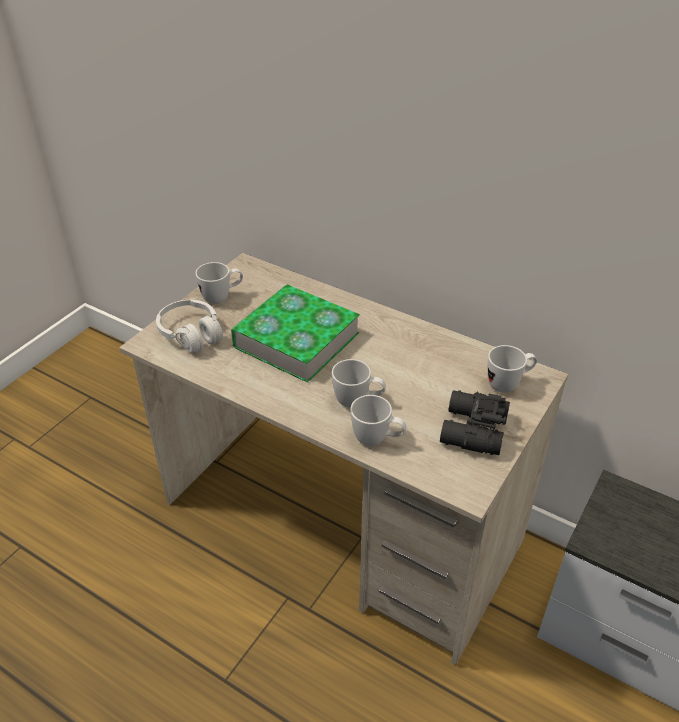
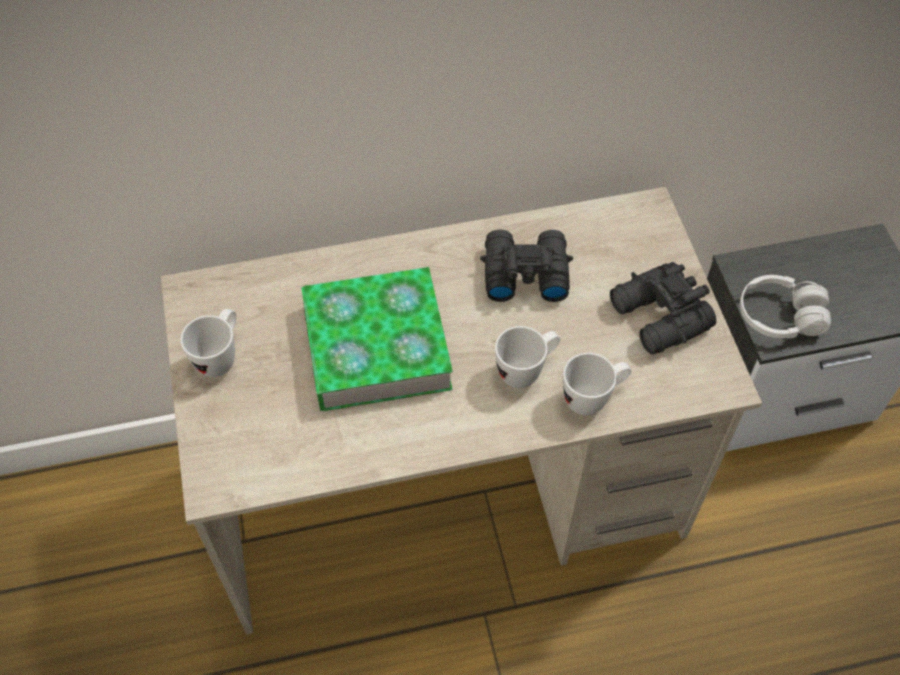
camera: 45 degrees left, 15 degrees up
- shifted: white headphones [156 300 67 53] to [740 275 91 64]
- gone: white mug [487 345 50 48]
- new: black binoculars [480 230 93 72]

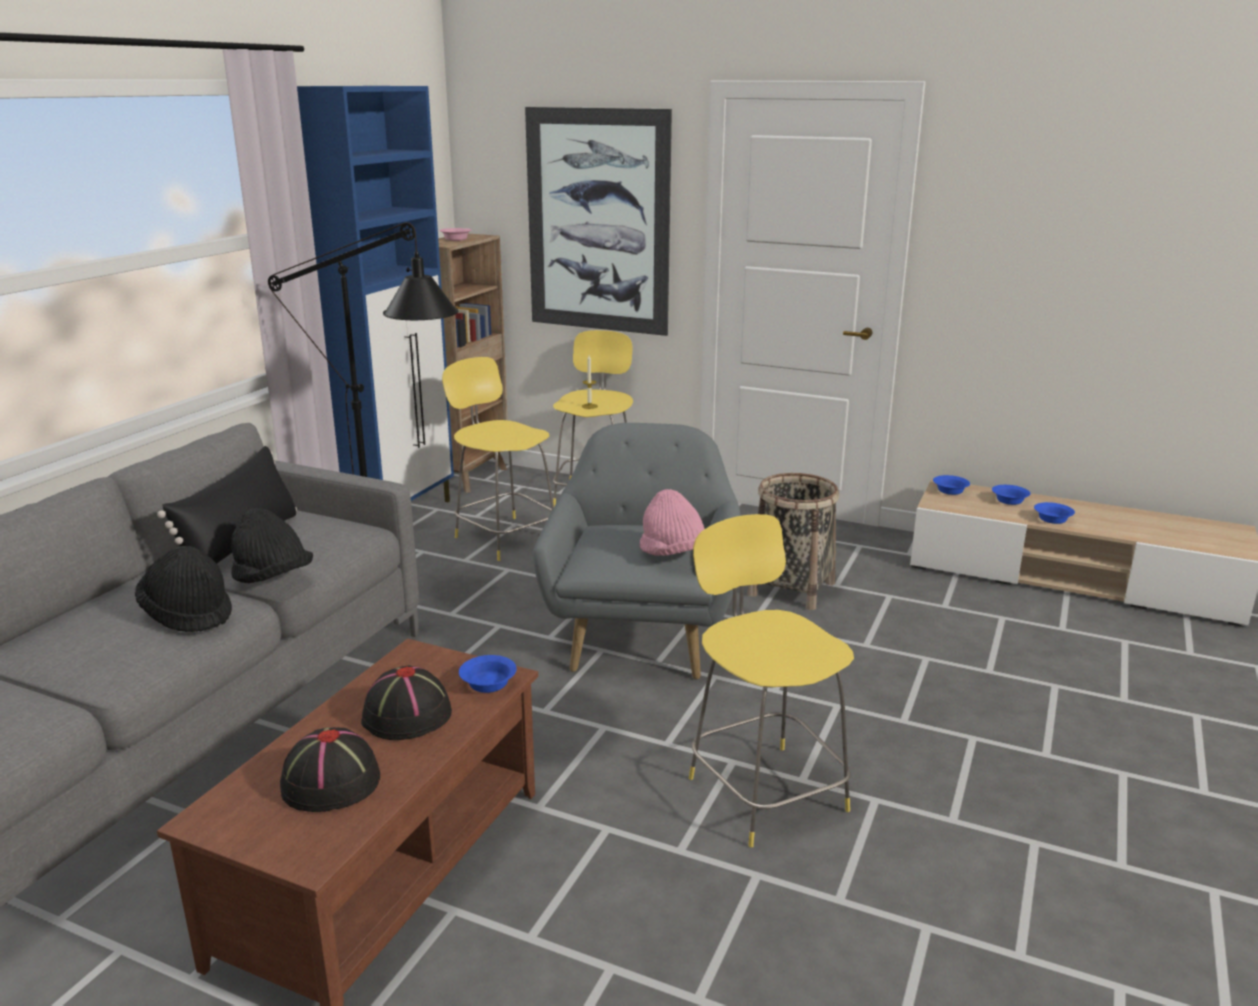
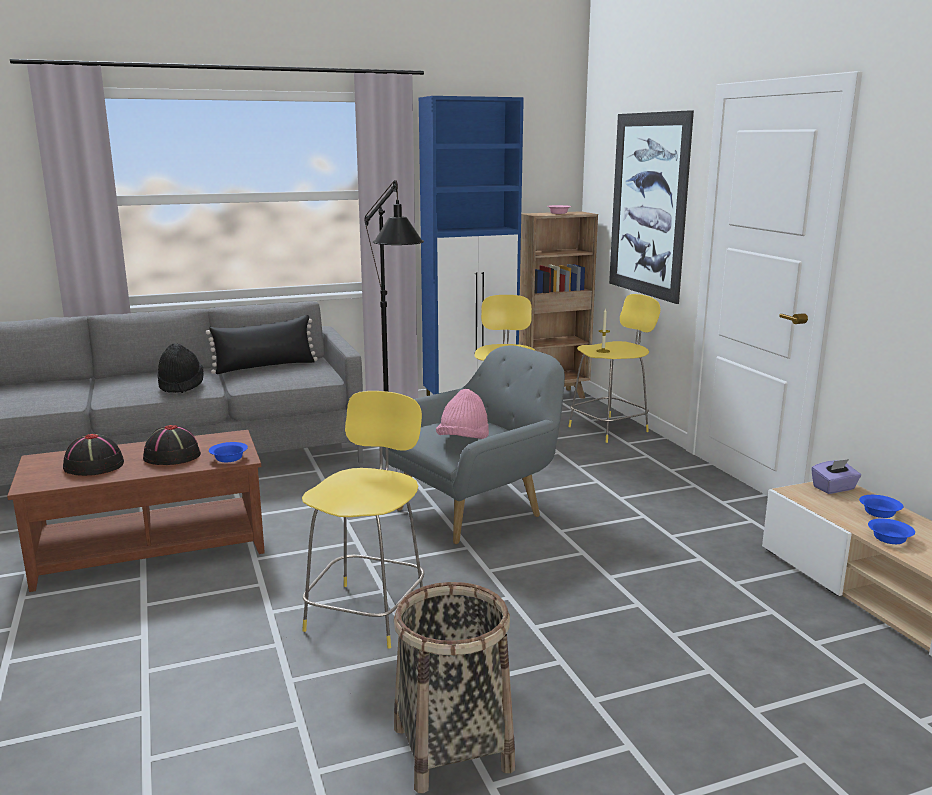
camera: 45 degrees right, 5 degrees down
- shifted: basket [747 473 92 137] to [394 582 121 211]
- swapped: blue bowl [933 475 37 20] to purple tissue box [811 459 50 35]
- gone: black hat [231 508 82 75]

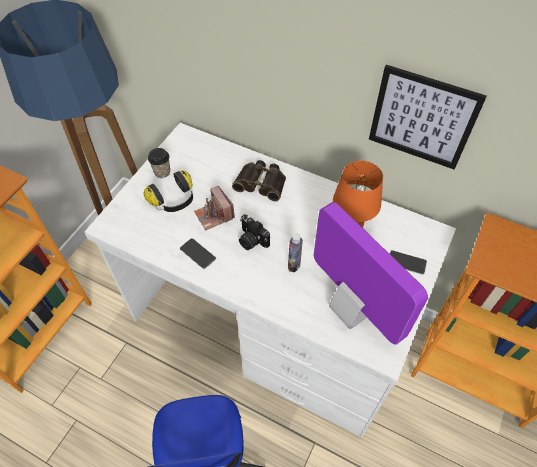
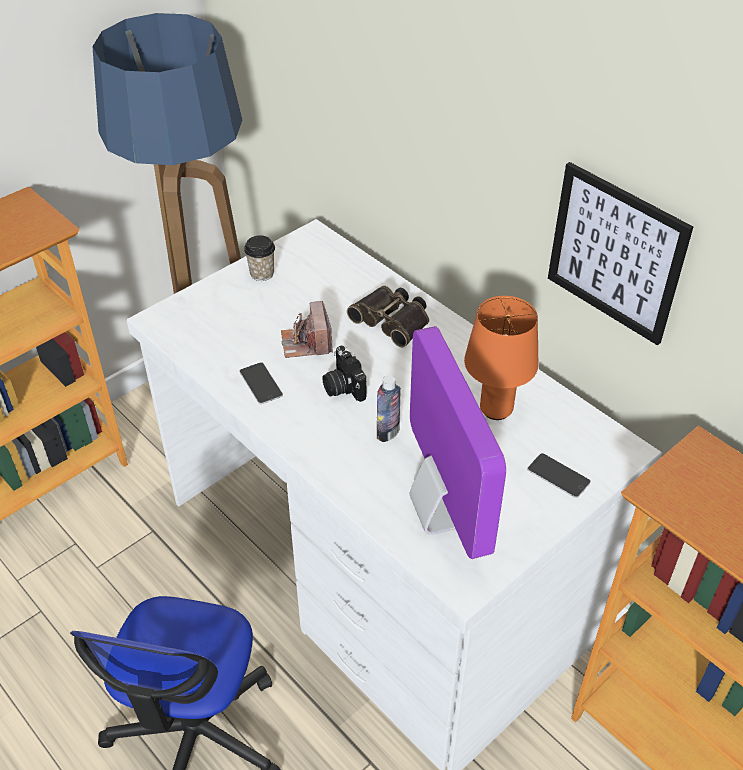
camera: 20 degrees right, 10 degrees down
- gone: headphones [143 171 50 41]

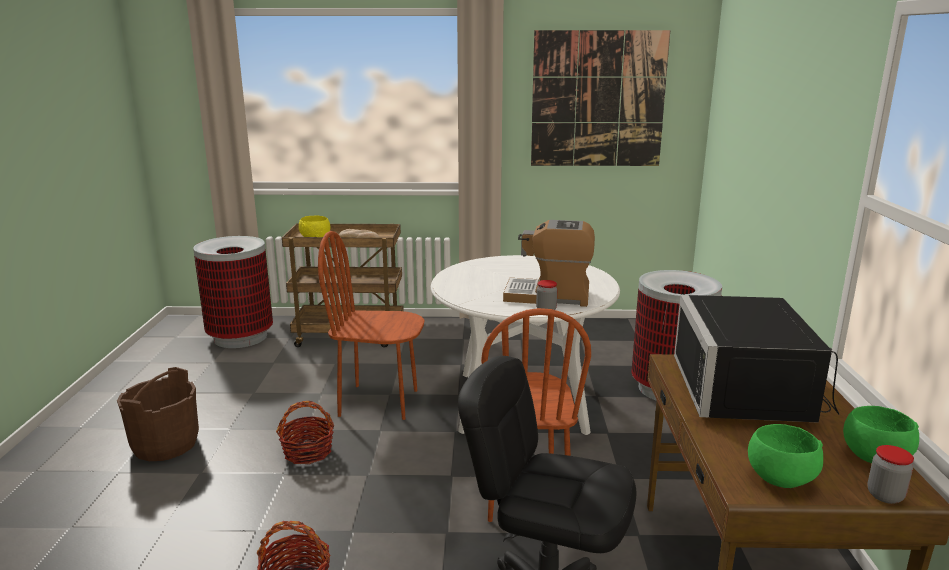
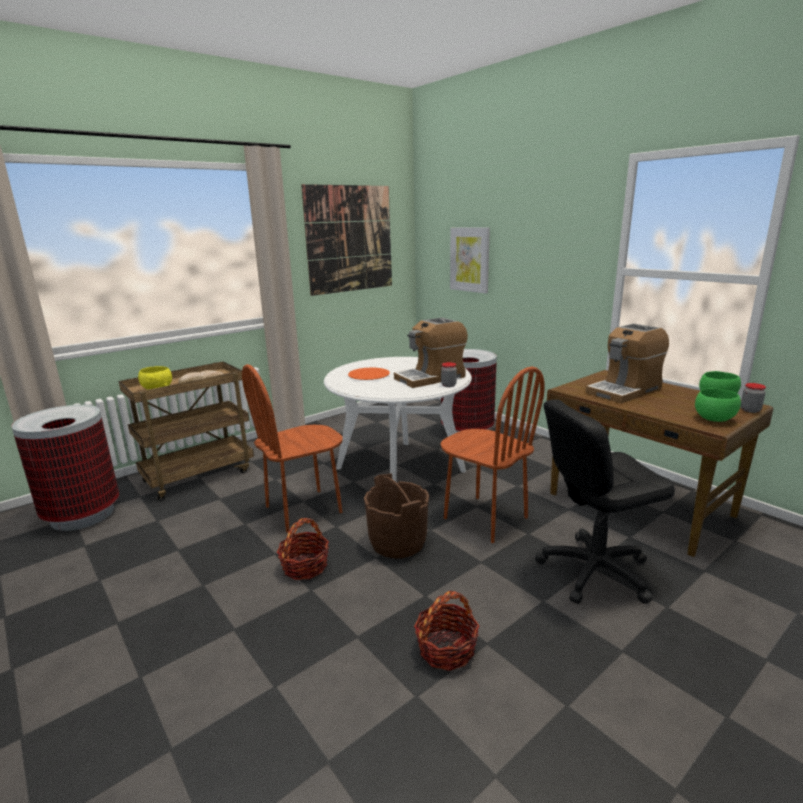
camera: 40 degrees left, 0 degrees up
- swapped: black microwave [674 295 166 128] to coffee machine [585 324 84 79]
- shifted: brown bucket [117 367 82 94] to [364 474 65 85]
- new: picture [450 227 40 66]
- new: orange plate [348 367 42 13]

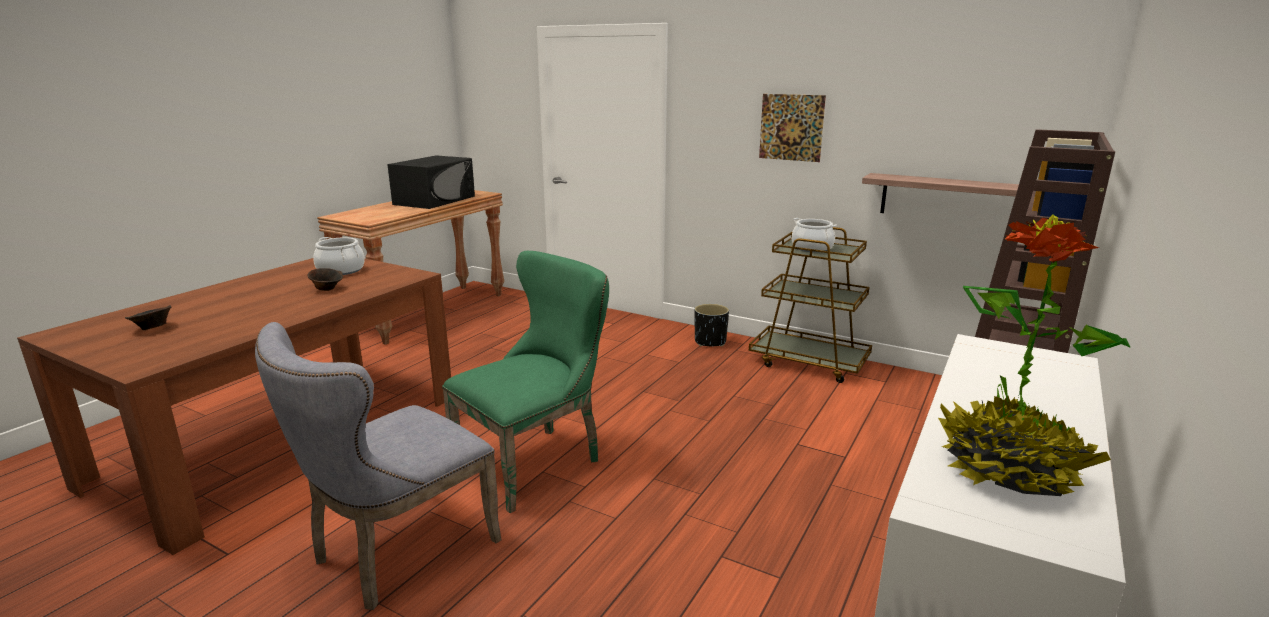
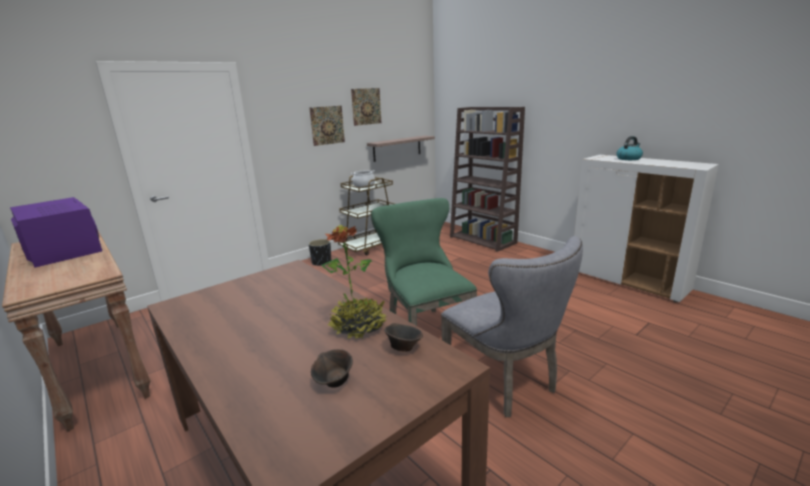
camera: 70 degrees left, 0 degrees up
- repainted: black microwave [387 155 88 54] to purple microwave [10 197 92 70]
- shifted: potted plant [938 214 193 282] to [321 225 65 114]
- gone: cooking pot [313 237 52 38]
- shifted: brown bowl [307 268 36 23] to [384 323 39 29]
- new: picture [351 88 31 38]
- new: kettle [617 136 26 24]

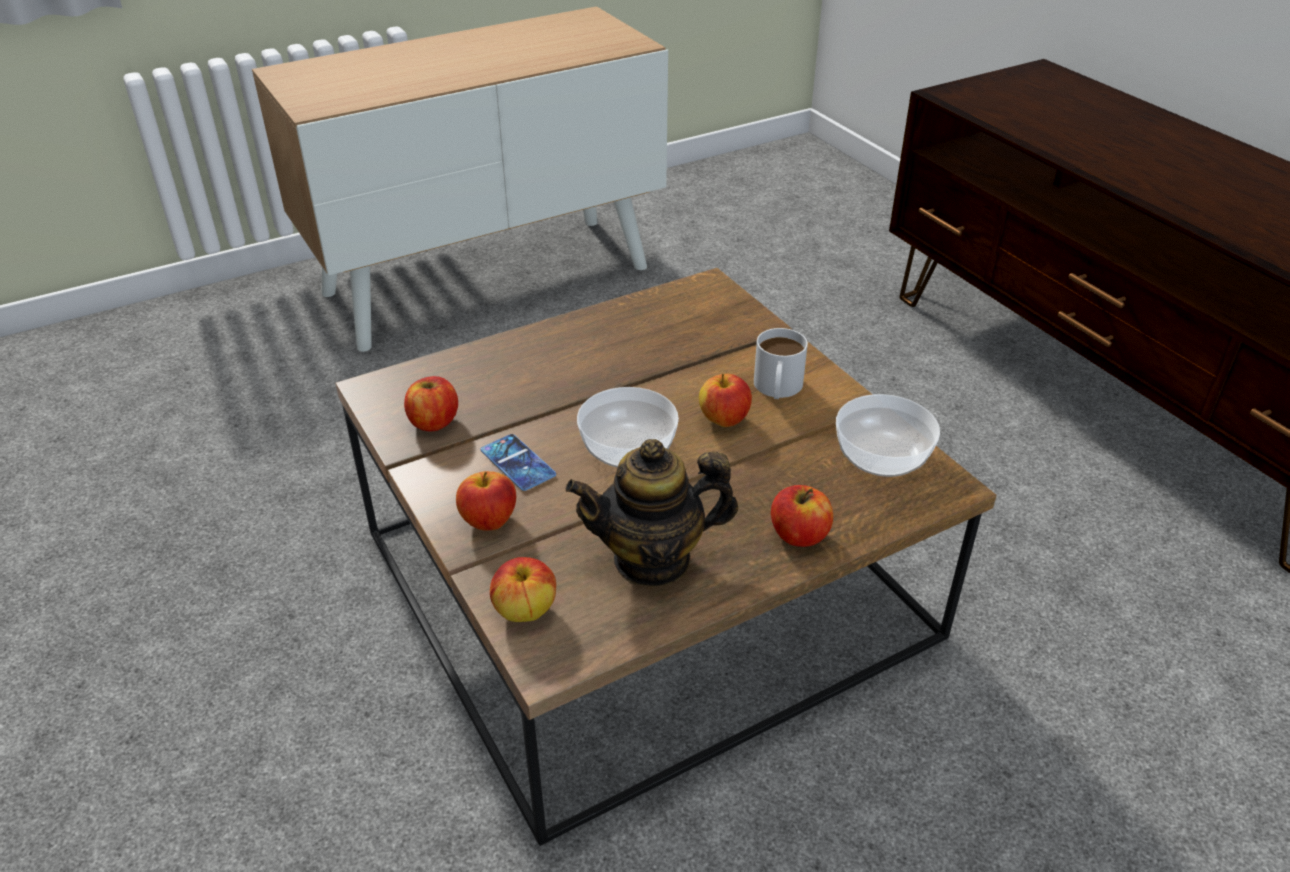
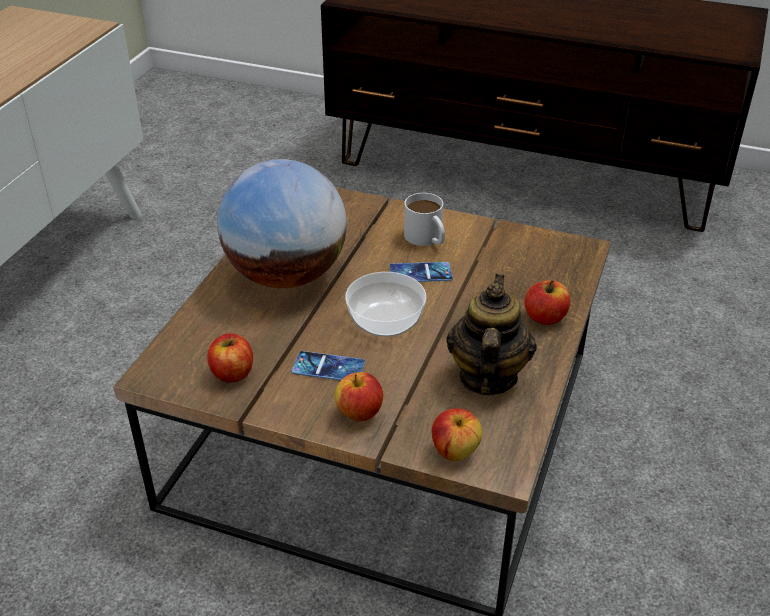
camera: 40 degrees left, 0 degrees up
- swapped: apple [699 374 53 53] to phone [389 262 64 20]
- gone: bowl [836 394 104 83]
- rotated: teapot [565 439 173 148] = [447 274 90 121] 150 degrees clockwise
- new: globe [217 159 130 129]

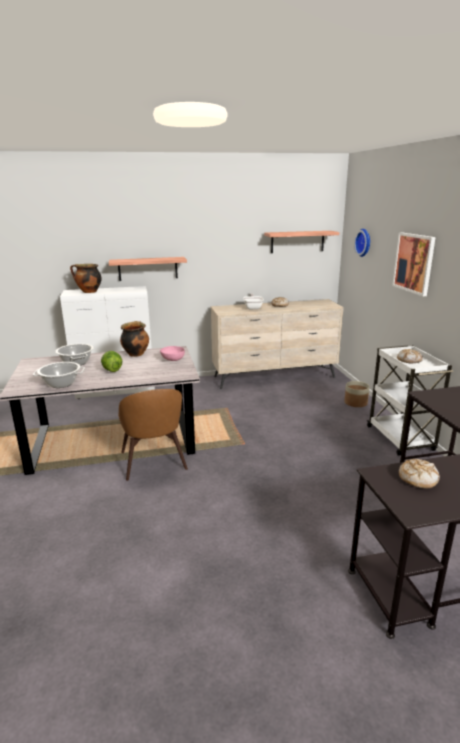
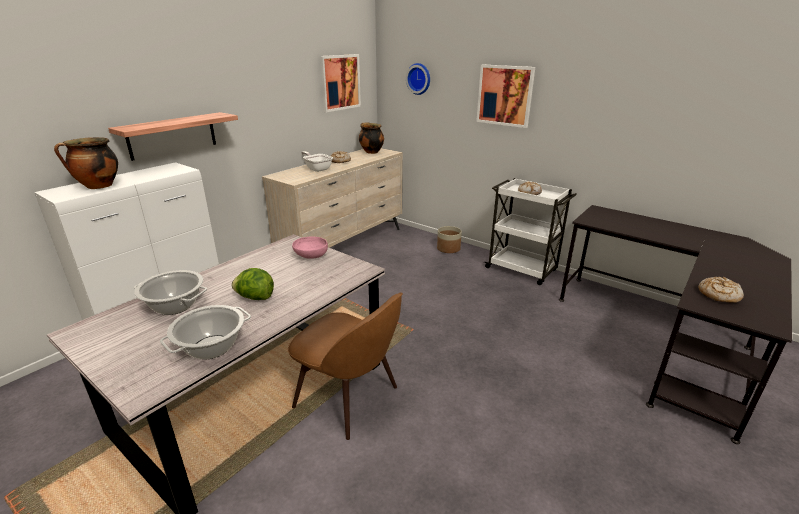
camera: 40 degrees left, 5 degrees up
- swapped: shelf [264 231 75 22] to picture [320 54 41 58]
- shifted: cooking pot [120 321 29 36] to [359 122 25 32]

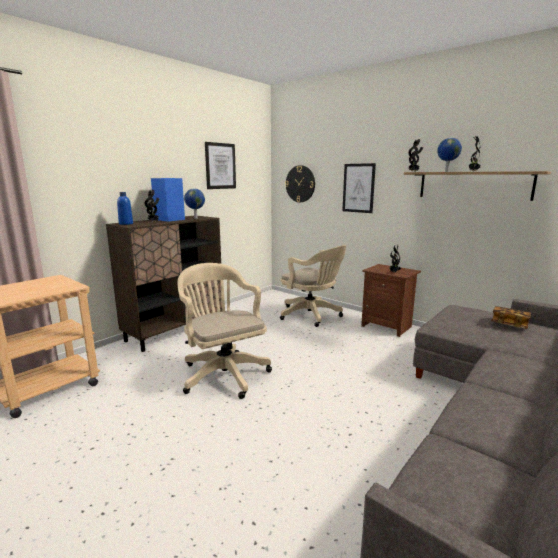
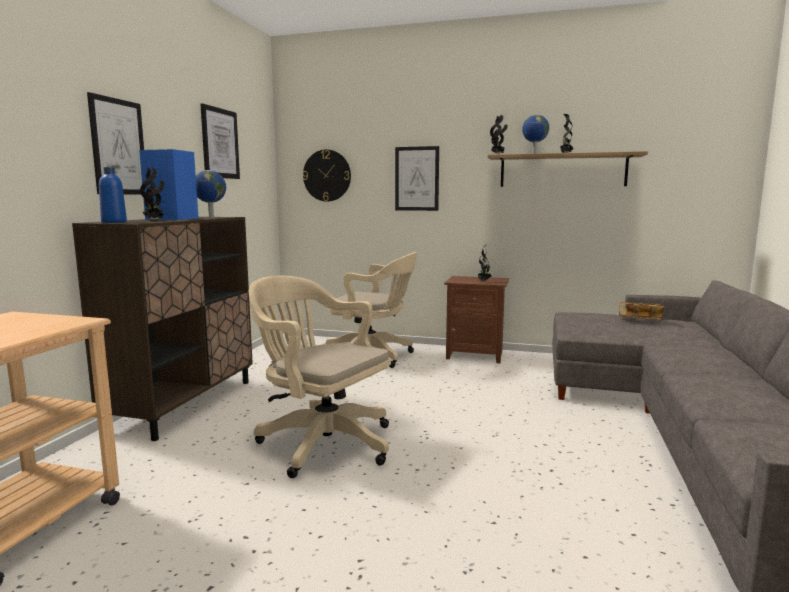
camera: 25 degrees left, 5 degrees down
- new: picture [87 92 57 103]

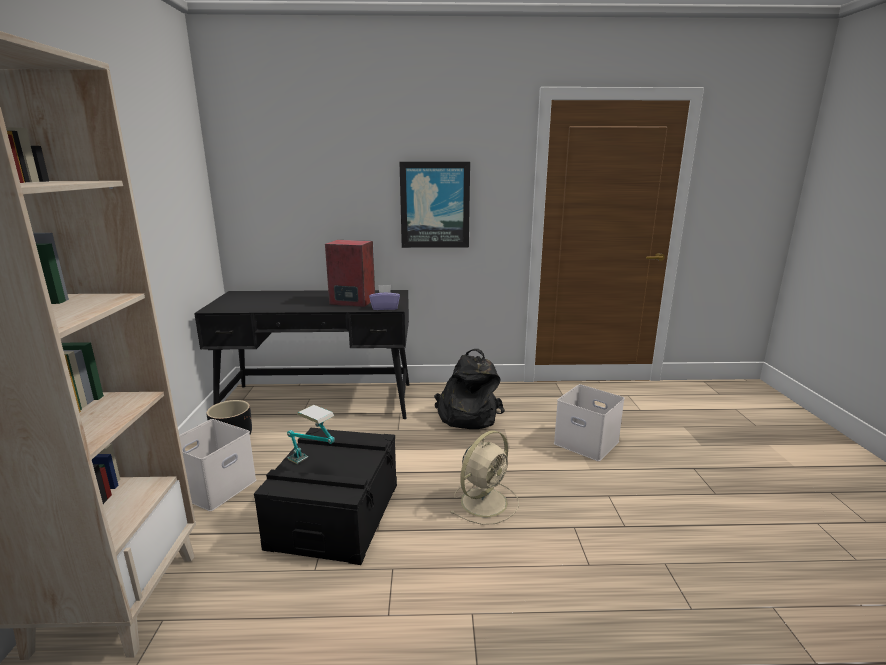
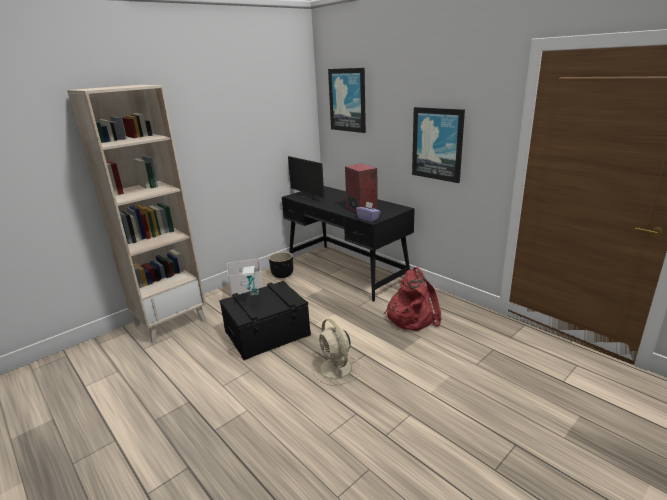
camera: 50 degrees right, 5 degrees up
- repainted: black backpack [434 349 71 80] to red backpack [384 267 57 64]
- gone: white storage box [554 384 71 77]
- rotated: beige fan [451 430 68 95] = [312 319 50 66] 60 degrees clockwise
- new: picture [328 68 38 65]
- new: monitor [288 156 36 44]

